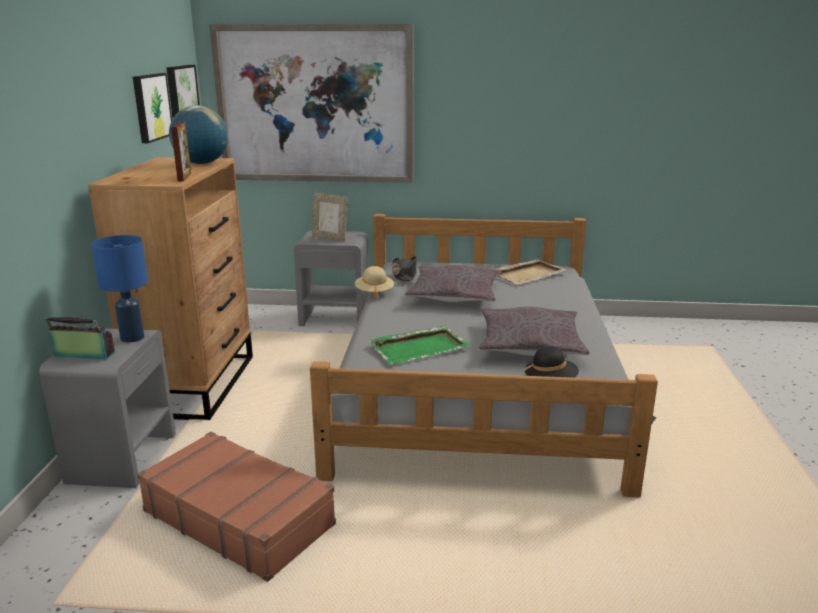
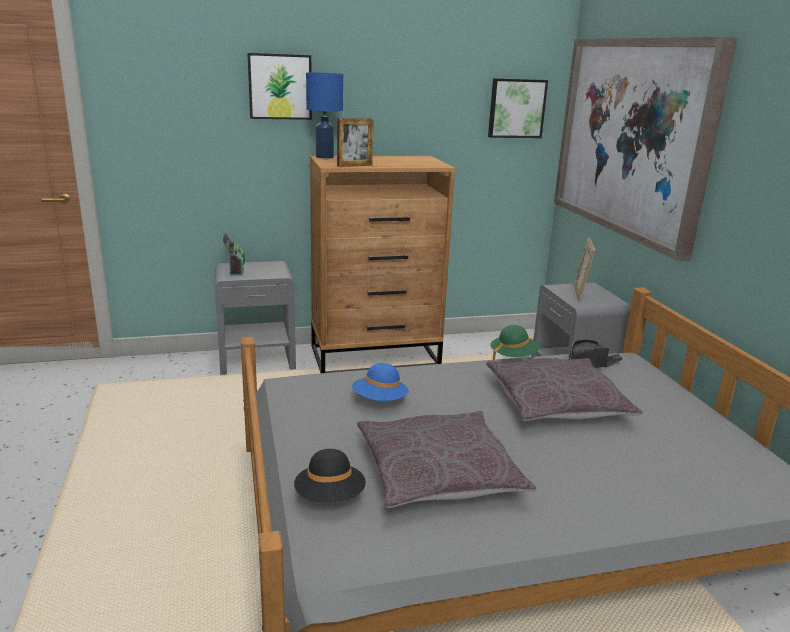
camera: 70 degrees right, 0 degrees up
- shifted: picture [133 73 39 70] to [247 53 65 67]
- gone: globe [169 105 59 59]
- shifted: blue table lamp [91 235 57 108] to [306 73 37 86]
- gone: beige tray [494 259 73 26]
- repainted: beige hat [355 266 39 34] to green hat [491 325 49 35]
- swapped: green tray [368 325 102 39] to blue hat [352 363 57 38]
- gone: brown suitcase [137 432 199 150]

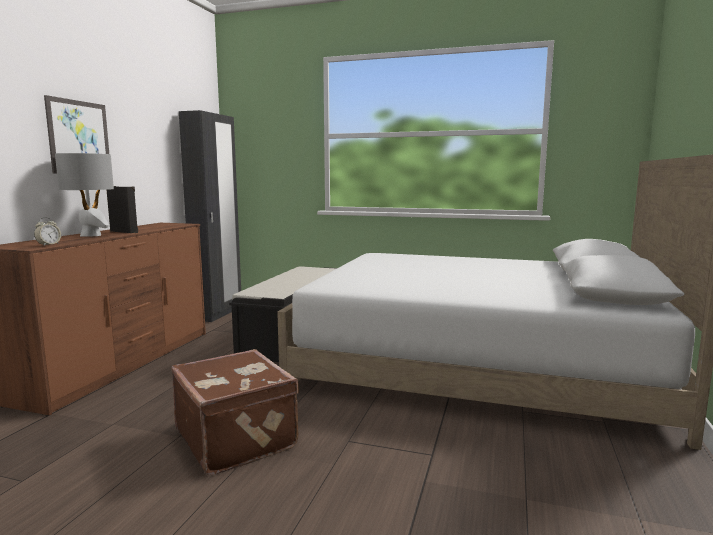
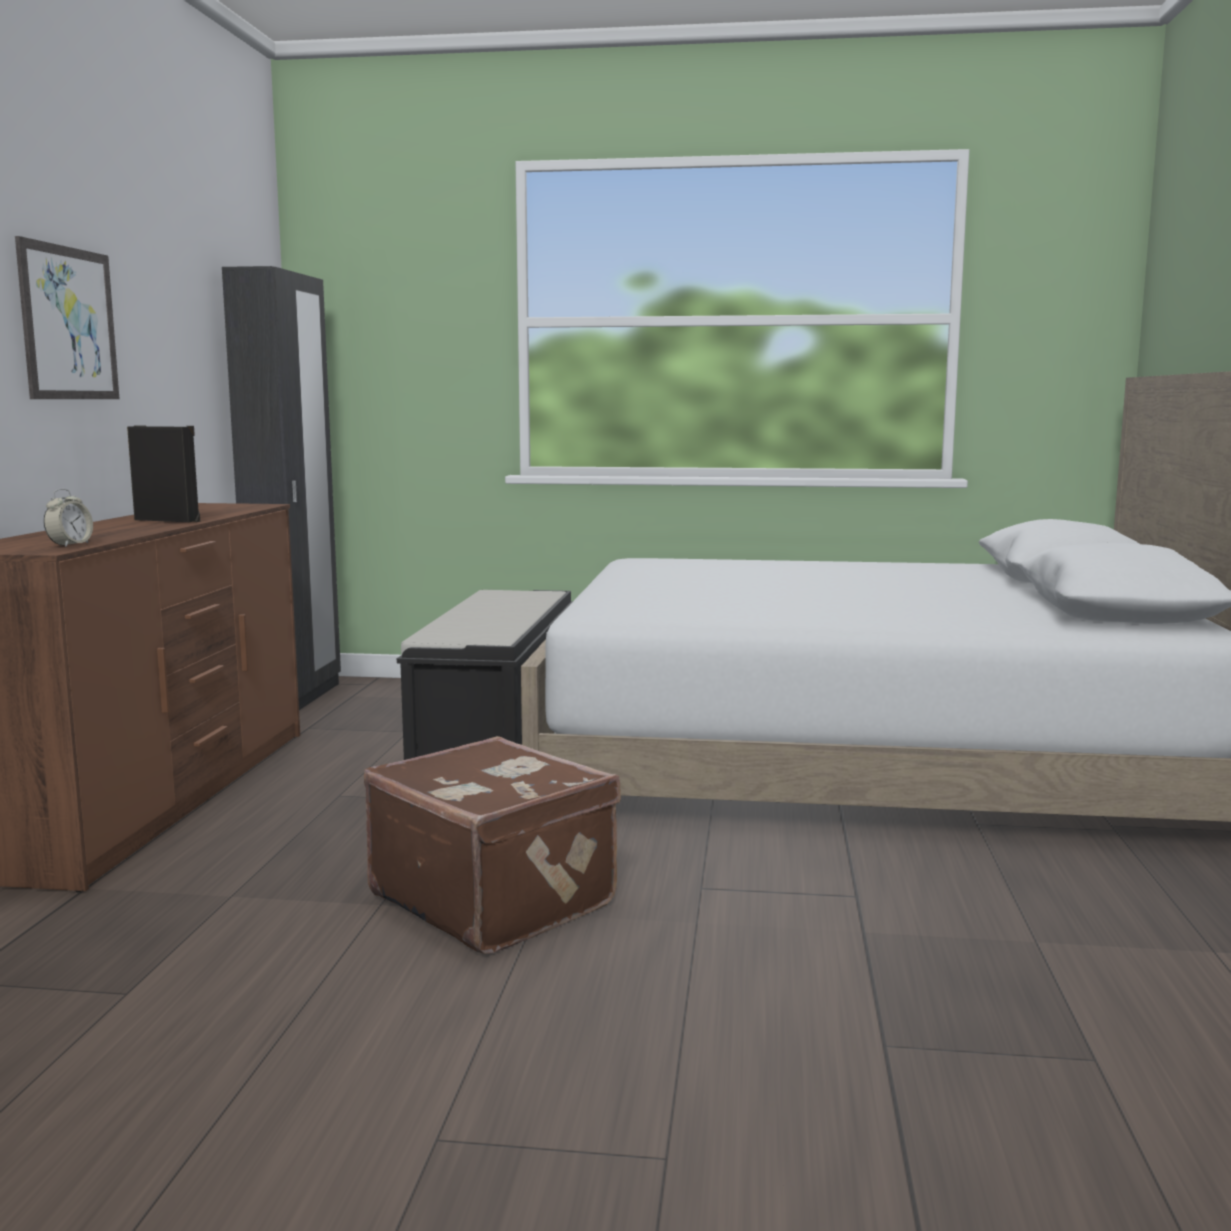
camera: 10 degrees left, 0 degrees up
- gone: grey table lamp [55 153 59 84]

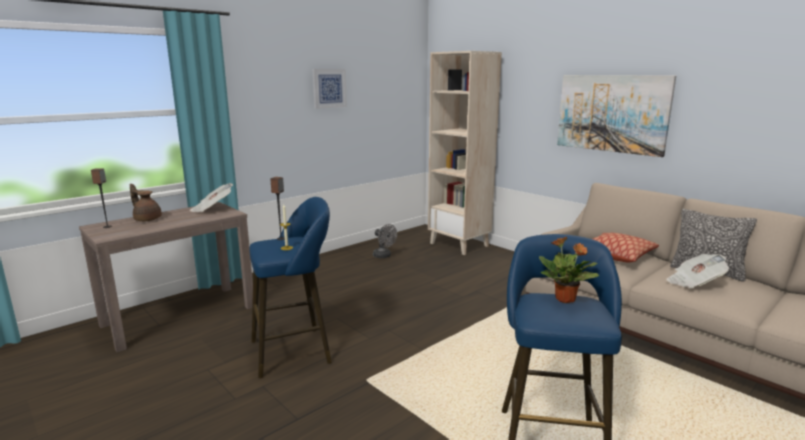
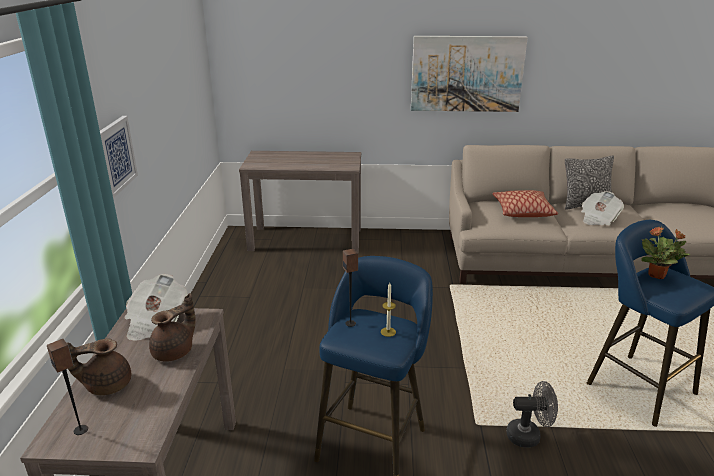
camera: 45 degrees left, 10 degrees up
- swapped: beige bookcase [428 51 74 204] to brown console table [239 151 122 102]
- shifted: picture [313 69 34 40] to [100 116 38 83]
- shifted: grey fan [373 224 24 34] to [506 381 52 67]
- new: brown teapot [149 293 47 69]

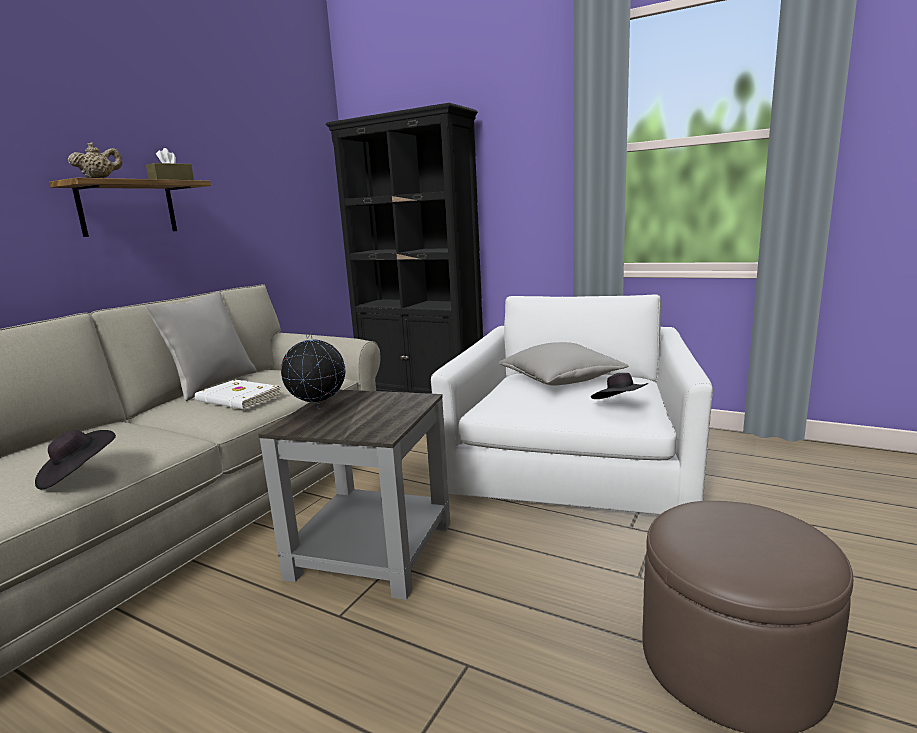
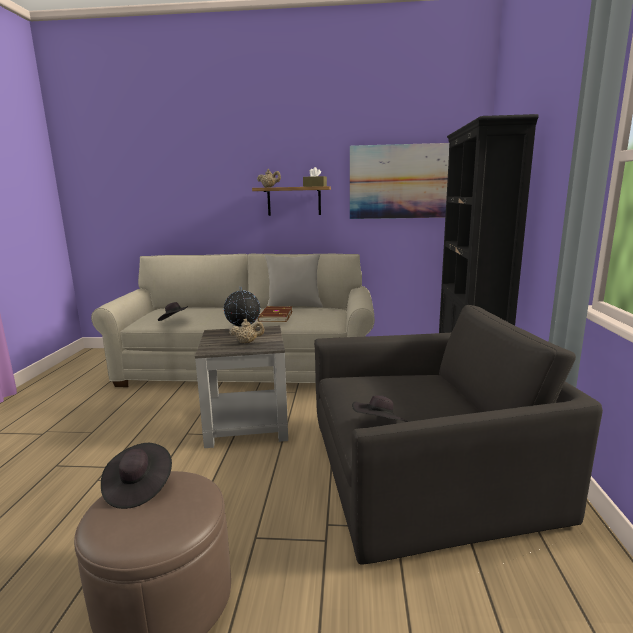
camera: 65 degrees right, 0 degrees up
- repainted: white armchair [431 295 282 220] to black armchair [314 305 289 260]
- gone: grey pillow [499 342 129 44]
- repainted: white book [195 380 87 30] to brown book [258 306 35 16]
- new: picture [350 143 99 76]
- new: beige teapot [229 319 35 24]
- new: black hat [101 443 71 66]

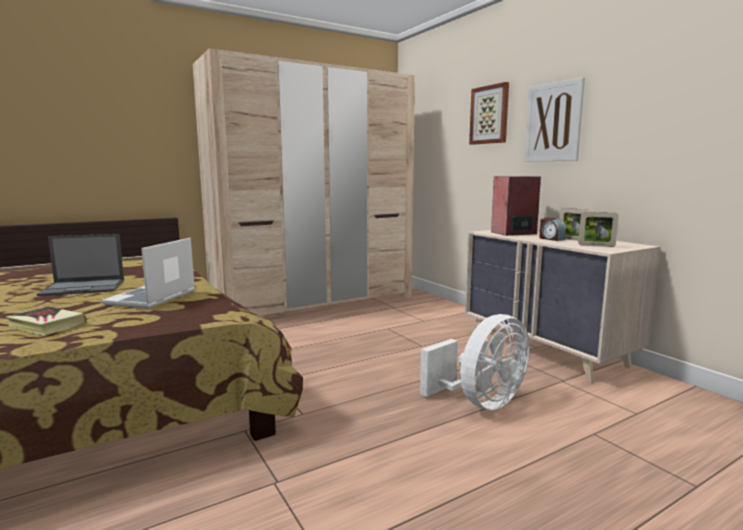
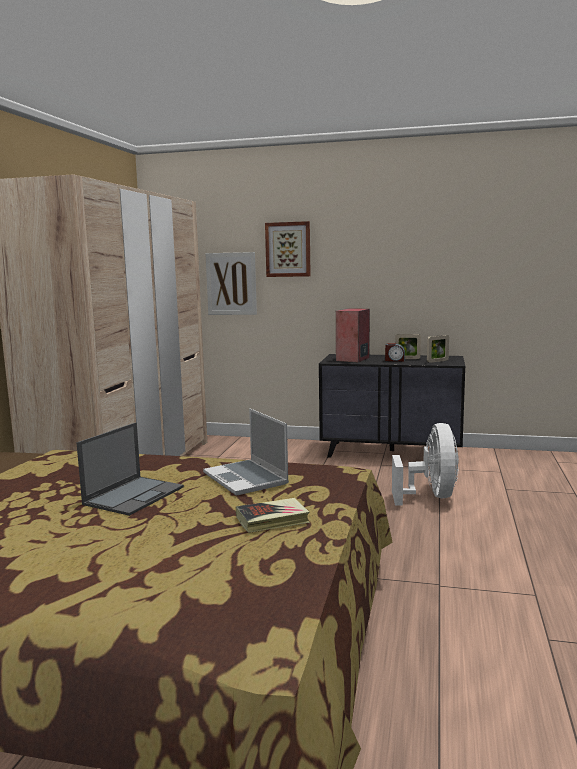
camera: 45 degrees left, 0 degrees up
- shifted: picture [524 77 61 85] to [205 252 52 63]
- repainted: beige dresser [465 230 196 153] to black dresser [319 354 146 104]

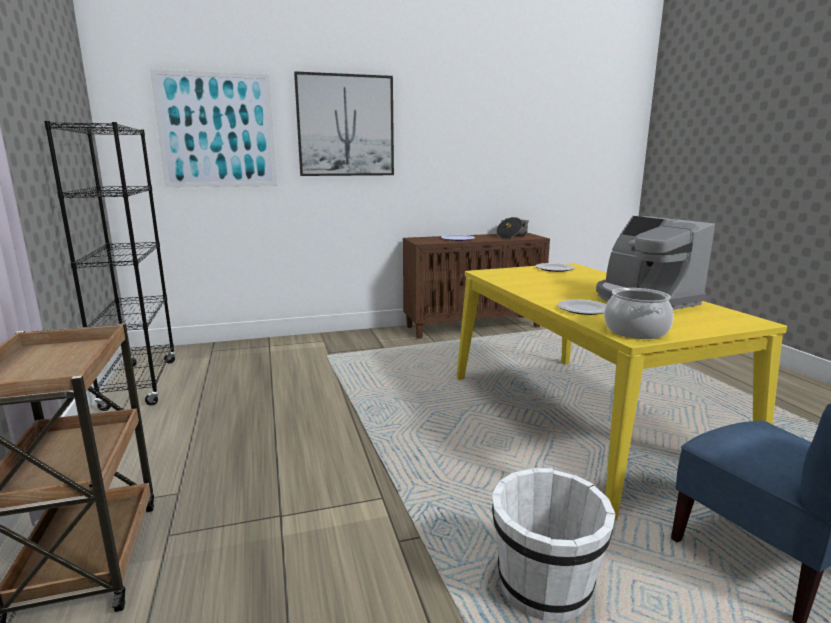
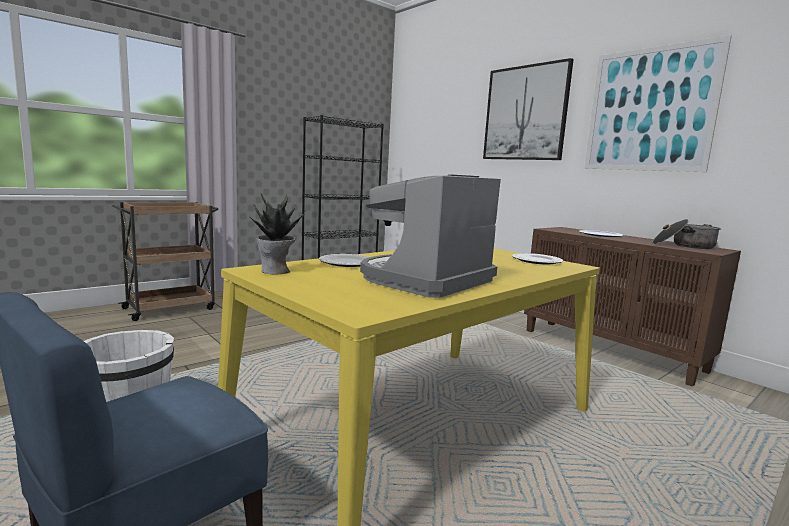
camera: 65 degrees right, 5 degrees down
- shifted: picture [150 69 127 118] to [585 35 147 137]
- swapped: cooking pot [604 288 70 51] to potted plant [250 193 56 81]

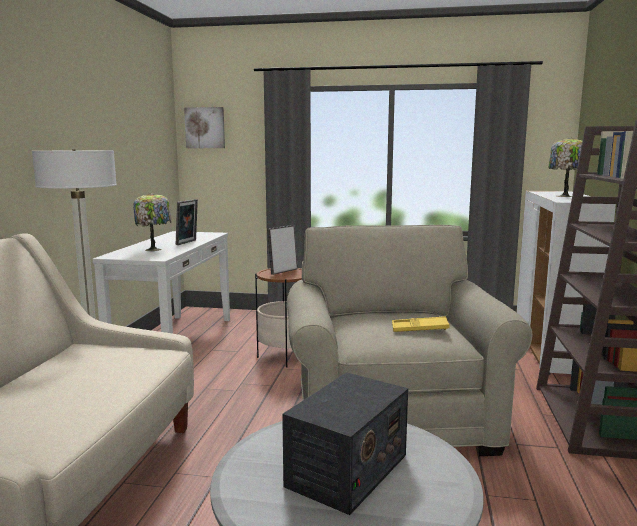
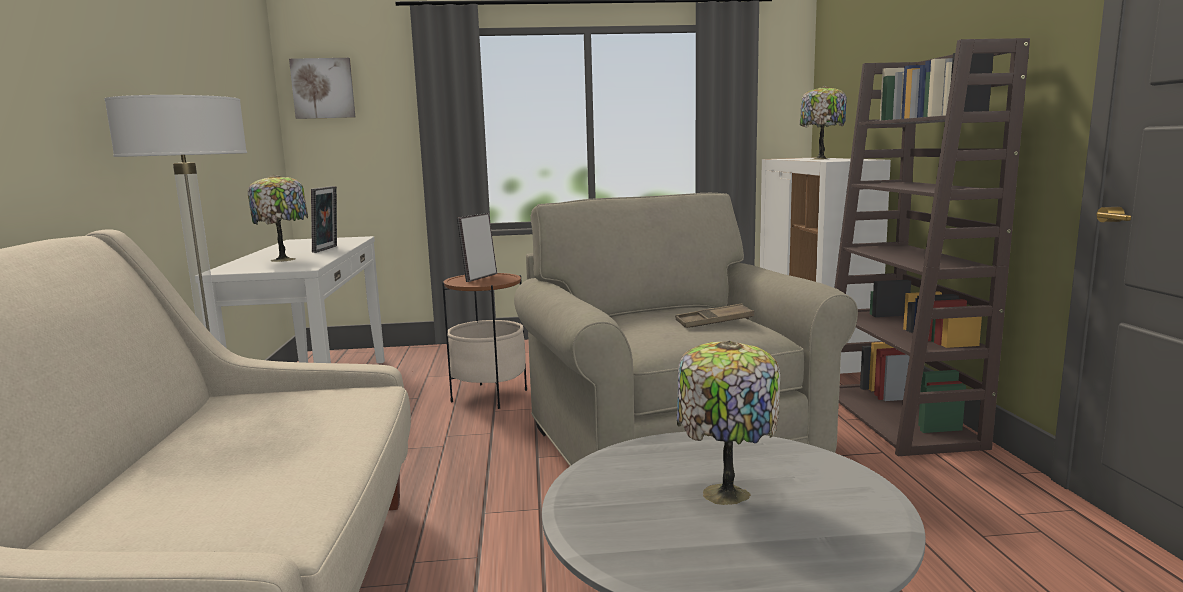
camera: 15 degrees left, 0 degrees up
- repainted: yellow tray [392 316 58 16] to brown tray [675 303 79 25]
- swapped: radio [282 372 126 143] to table lamp [677 341 104 164]

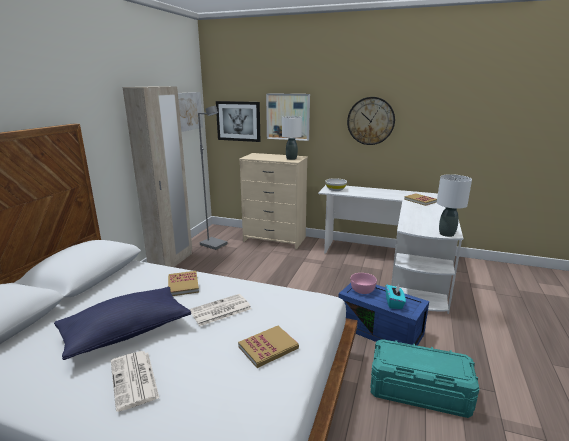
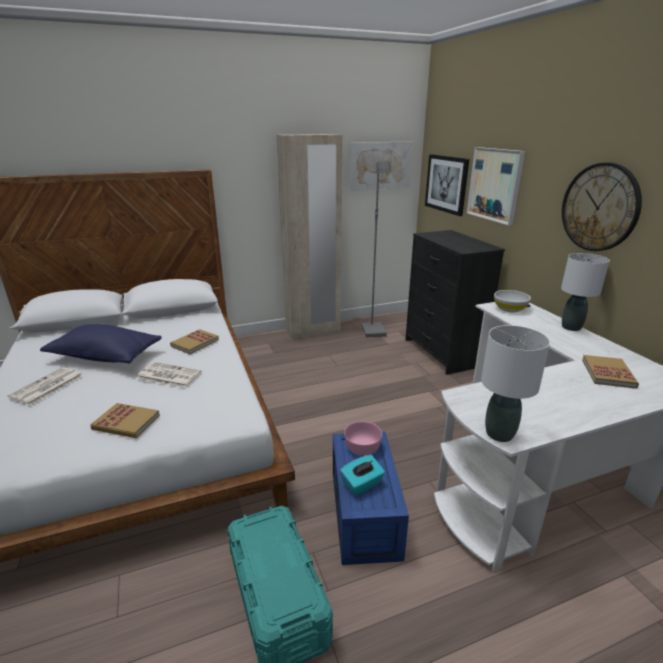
camera: 50 degrees right, 5 degrees up
- shifted: white table lamp [282 116 20 44] to [561 253 49 78]
- repainted: beige dresser [239 153 69 97] to black dresser [405 230 100 145]

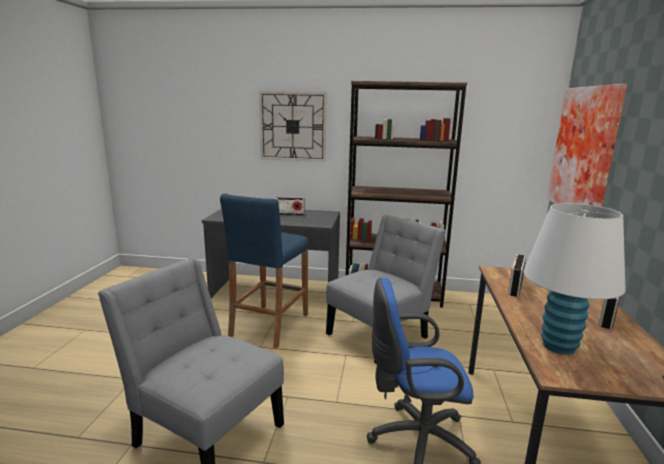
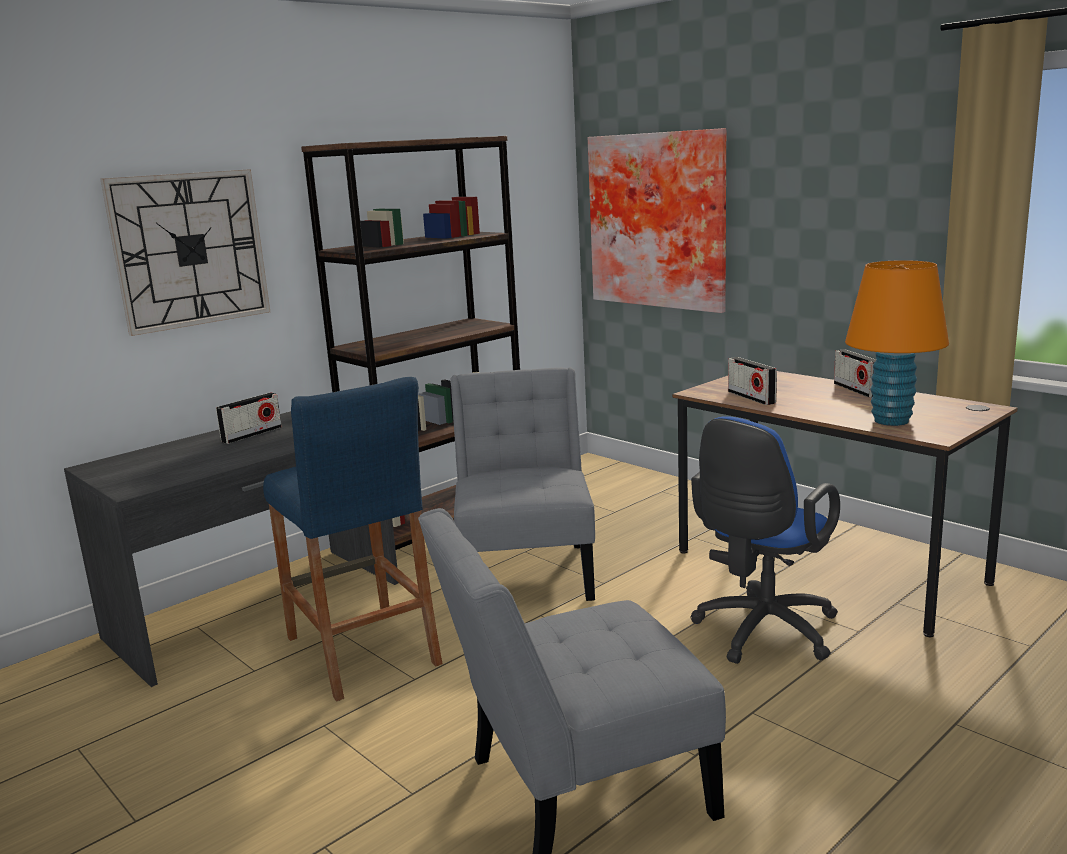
camera: 50 degrees left, 0 degrees up
- repainted: white table lamp [523 203 103 152] to orange table lamp [845 260 104 166]

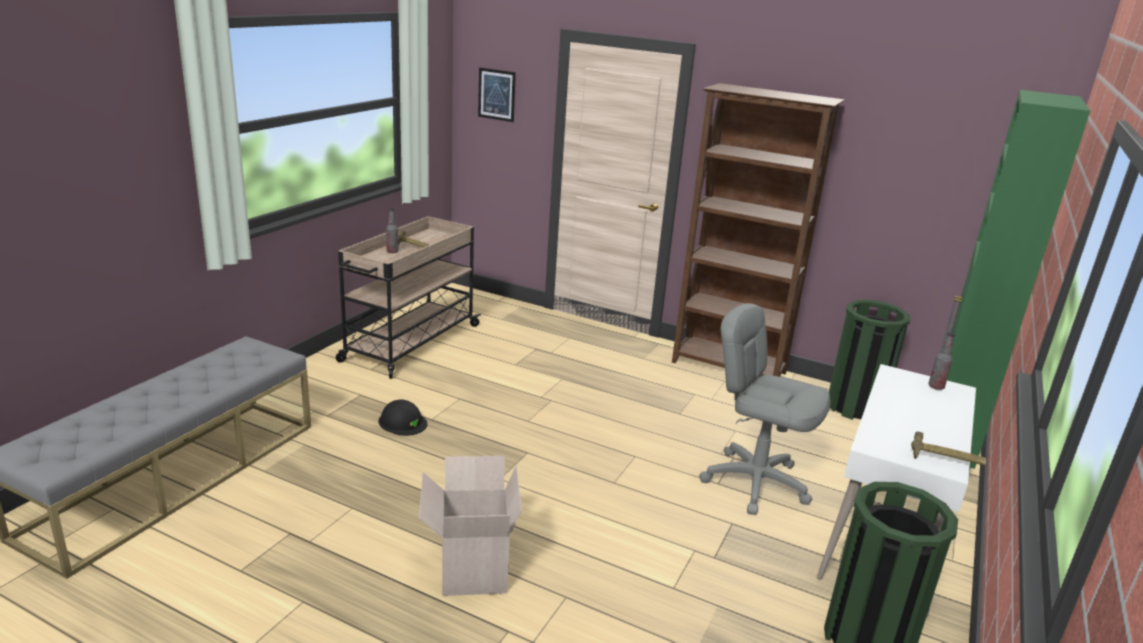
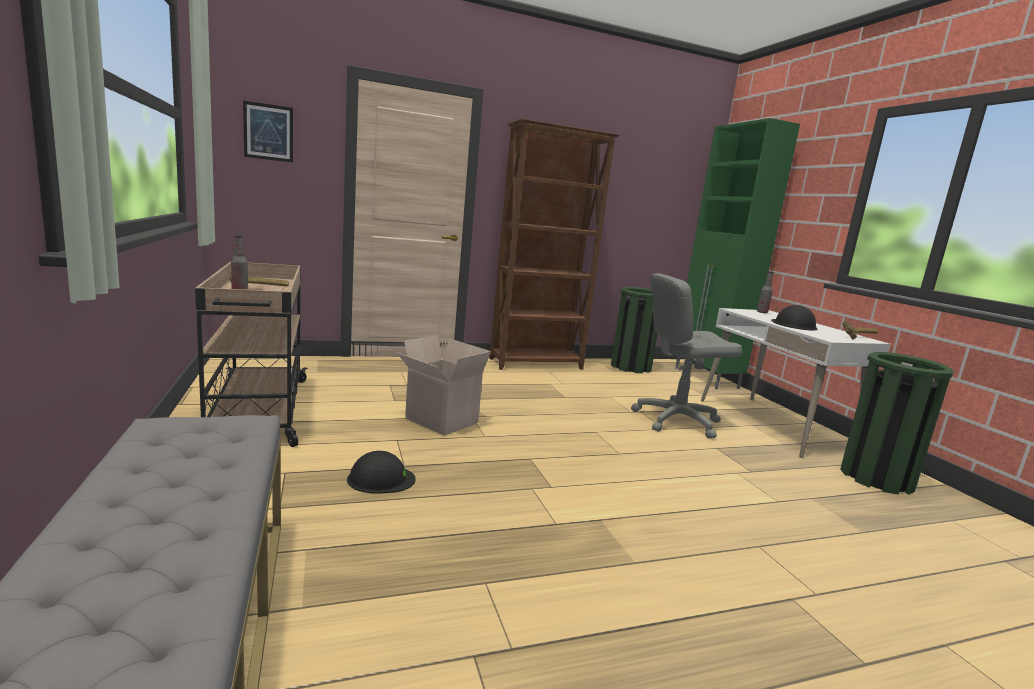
camera: 45 degrees left, 10 degrees down
- shifted: cardboard box [419 456 103 140] to [397 335 94 101]
- new: black hard hat [771 305 47 26]

